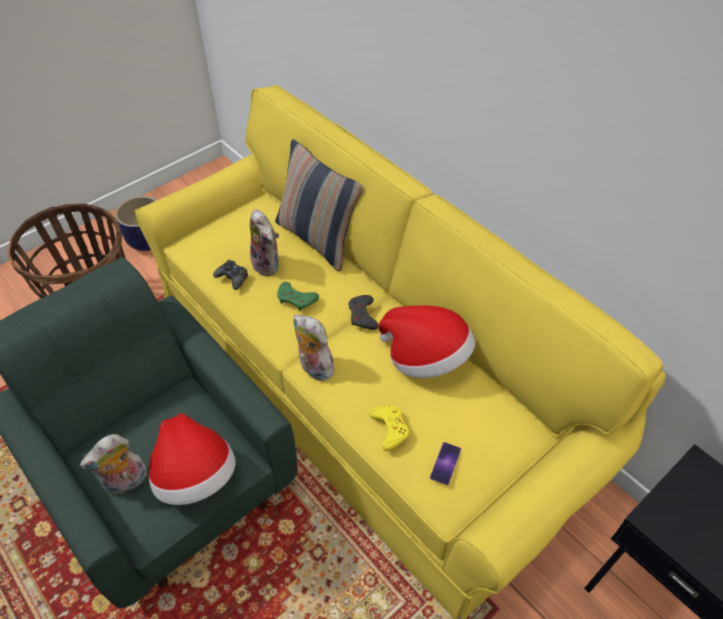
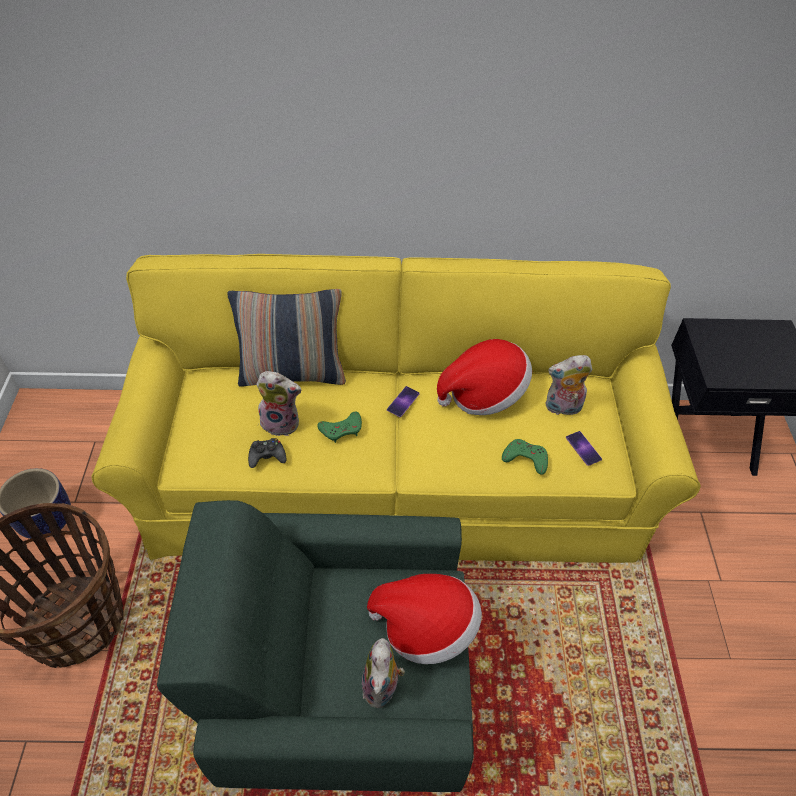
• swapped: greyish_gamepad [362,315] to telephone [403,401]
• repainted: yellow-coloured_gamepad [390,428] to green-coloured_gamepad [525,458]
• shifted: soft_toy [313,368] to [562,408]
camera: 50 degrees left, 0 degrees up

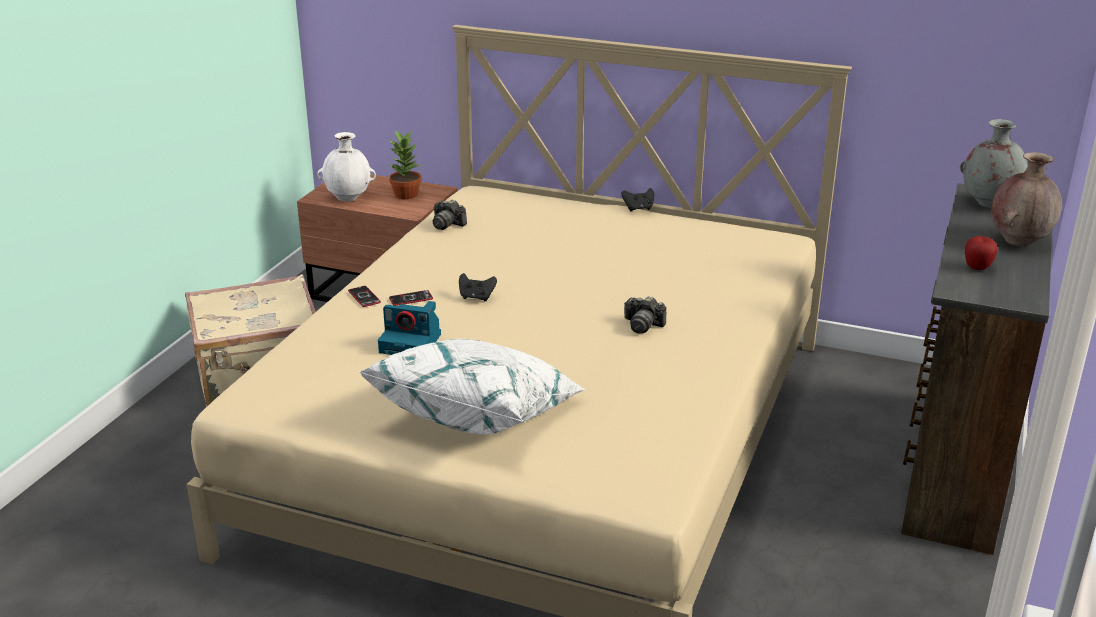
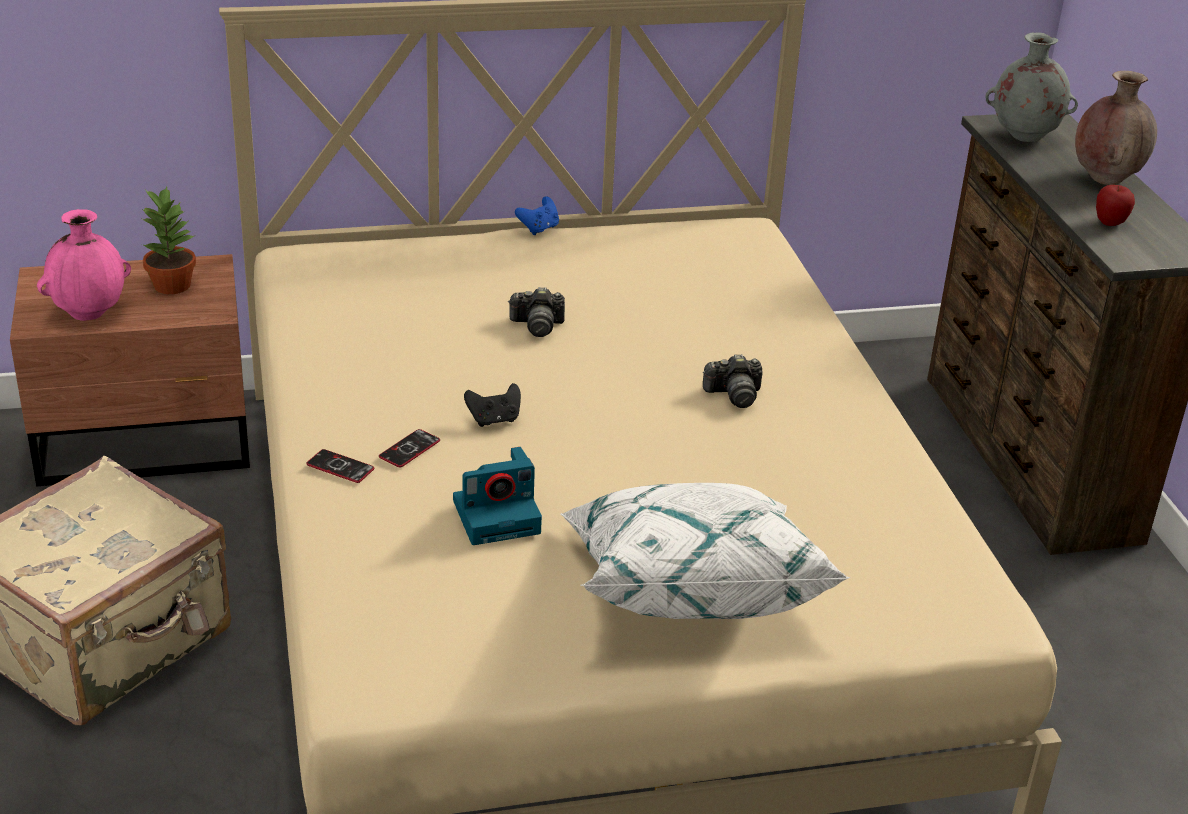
• repainted: white_decorative_vase [348,198] to pink_decorative_vase [90,314]
• shifted: still_camera [447,224] to [537,325]
• repainted: black-coloured_gamepad [638,209] to blue-coloured_gamepad [539,229]
camera: 35 degrees left, 5 degrees up

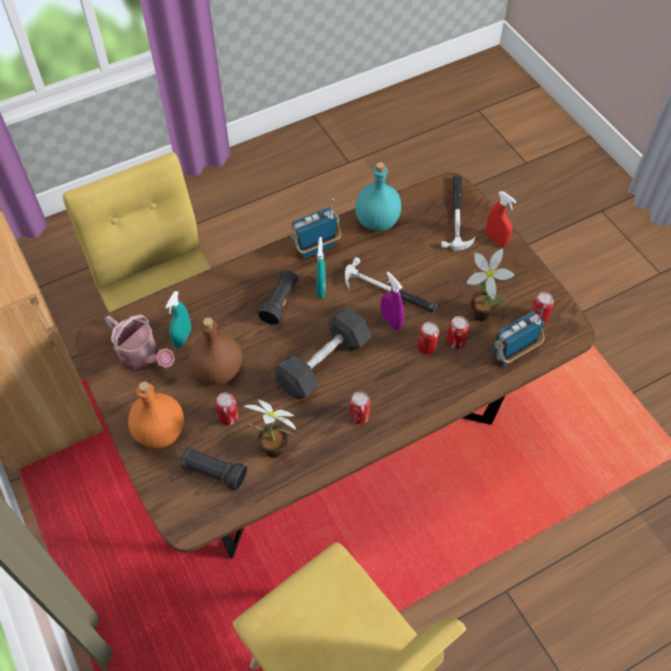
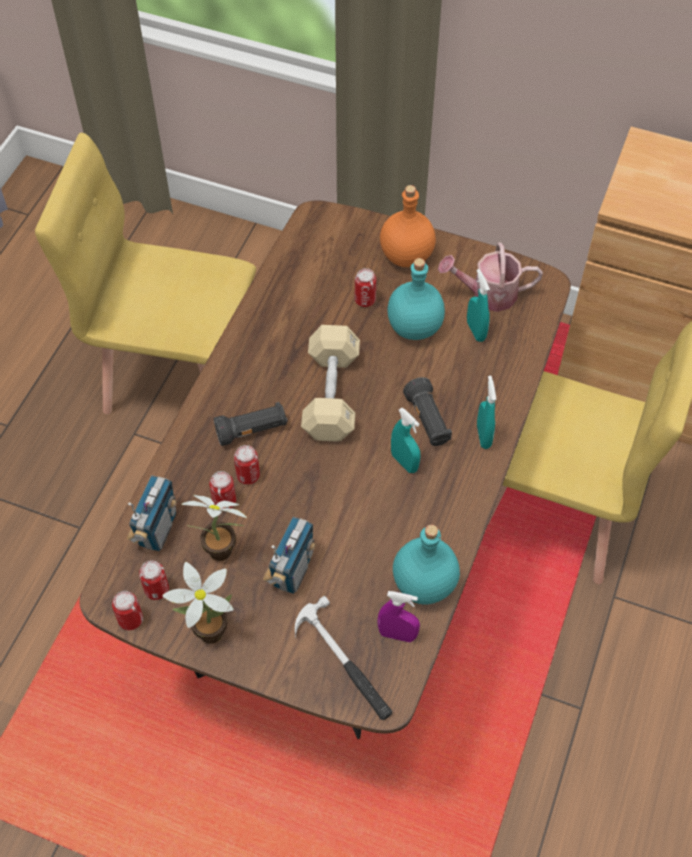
• shifted: can [359,416] to [130,619]
• shifted: plant_in_a_pot [277,451] to [206,631]
• shifted: black-coloured_flashlight [214,472] to [252,431]
• shifted: radio_receiver [316,248] to [292,571]
• repainted: black-coloured_hand_weight [323,363] to beige_hand_weight [331,395]
• shifted: purplish_hand_sprayer [391,321] to [397,635]
• repainted: brown-coloured_beverage_bottle [218,371] to turquoise_beverage_bottle [413,327]
• new: turquoise_hand_sprayer [483,436]
• gone: tool_hammer [389,292]
• gone: red_hand_sprayer [496,239]
camera: 140 degrees right, 0 degrees up

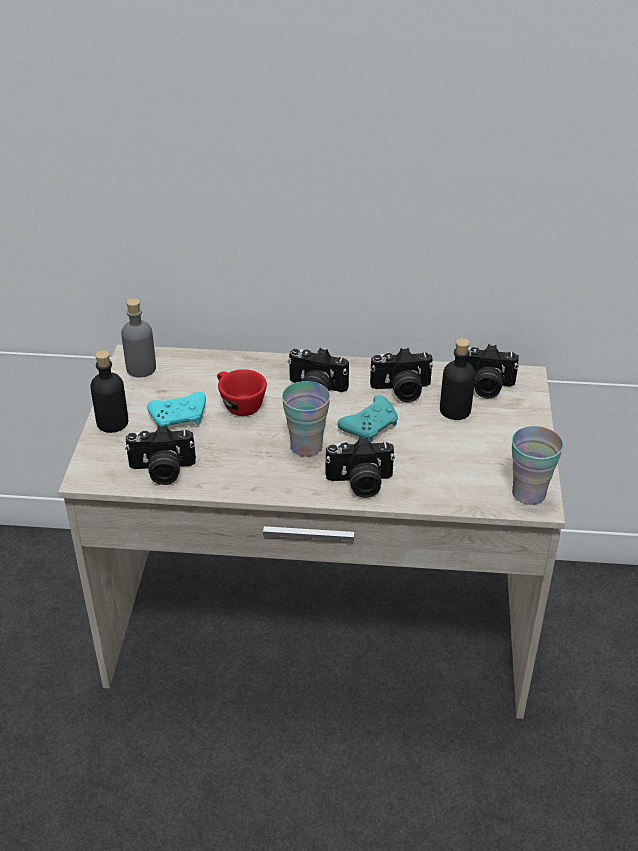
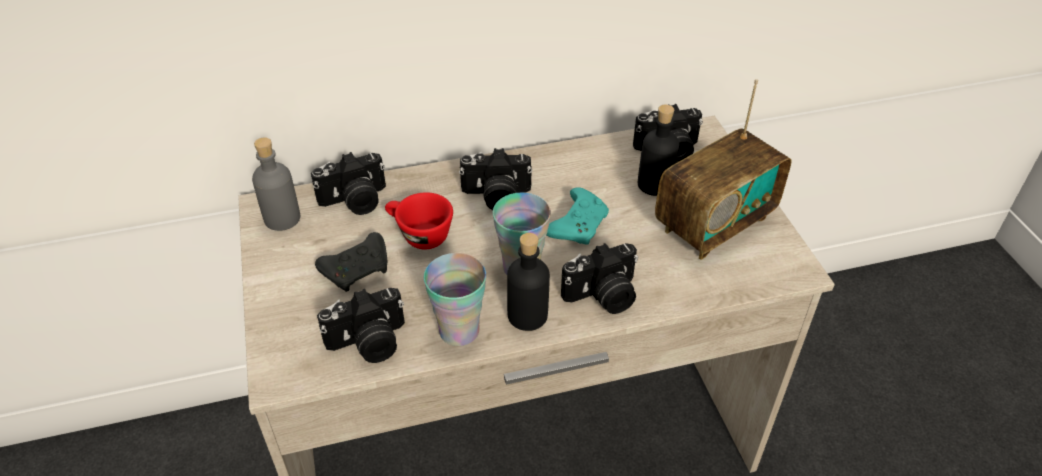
• shifted: still_camera [401,390] to [355,201]
• repainted: turquoise_gamepad [180,418] to black-coloured_gamepad [358,270]
• shifted: cup [528,494] to [459,331]
• shifted: black-coloured_beverage_bottle [112,422] to [527,315]
• new: radio_receiver [714,224]
camera: 20 degrees left, 5 degrees up

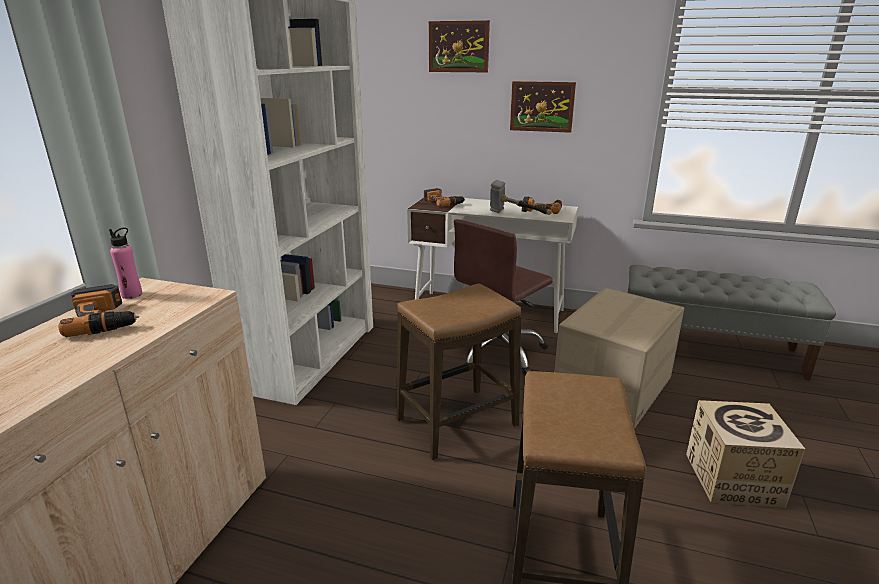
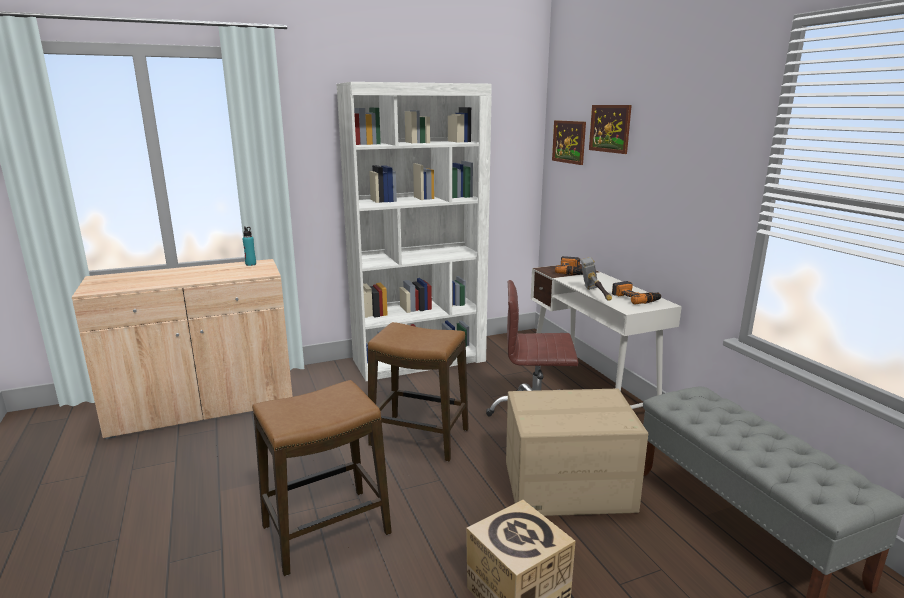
• repainted: pink_beverage_bottle [132,295] to turquoise_beverage_bottle [251,264]
• shifted: picture [542,106] to [569,142]
• gone: electric_drill [105,319]
camera: 50 degrees right, 5 degrees down

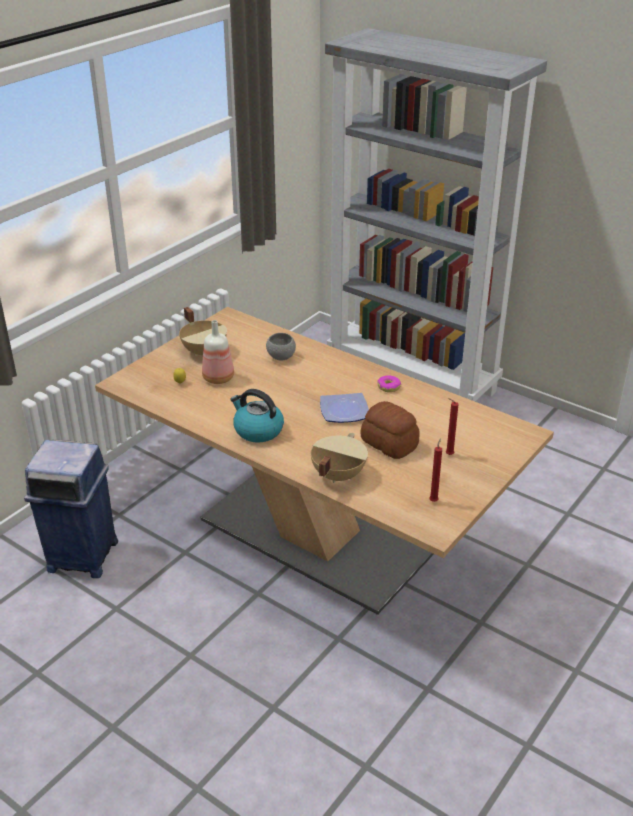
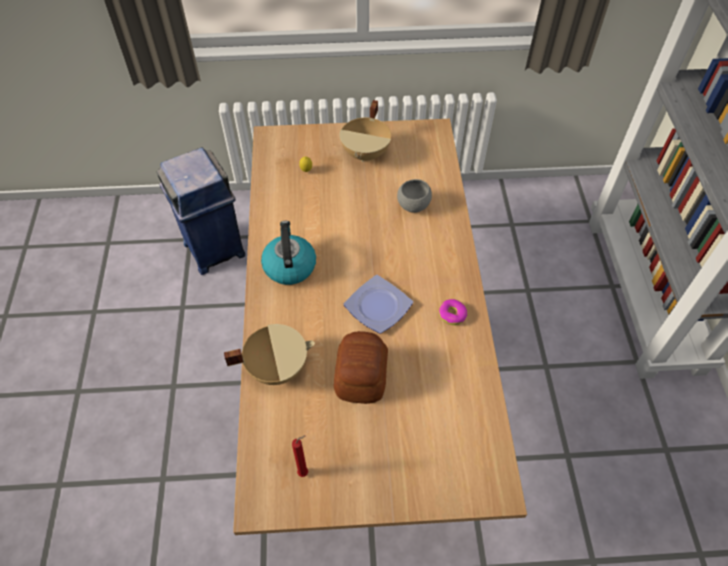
• gone: beverage_bottle [218,377]
• gone: red_candle [448,454]
camera: 50 degrees right, 20 degrees up

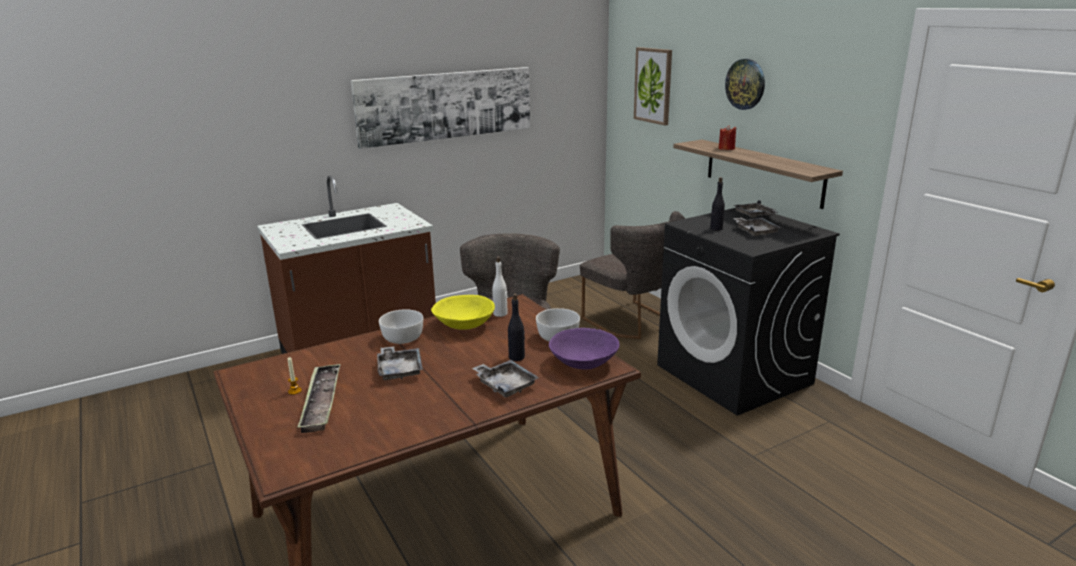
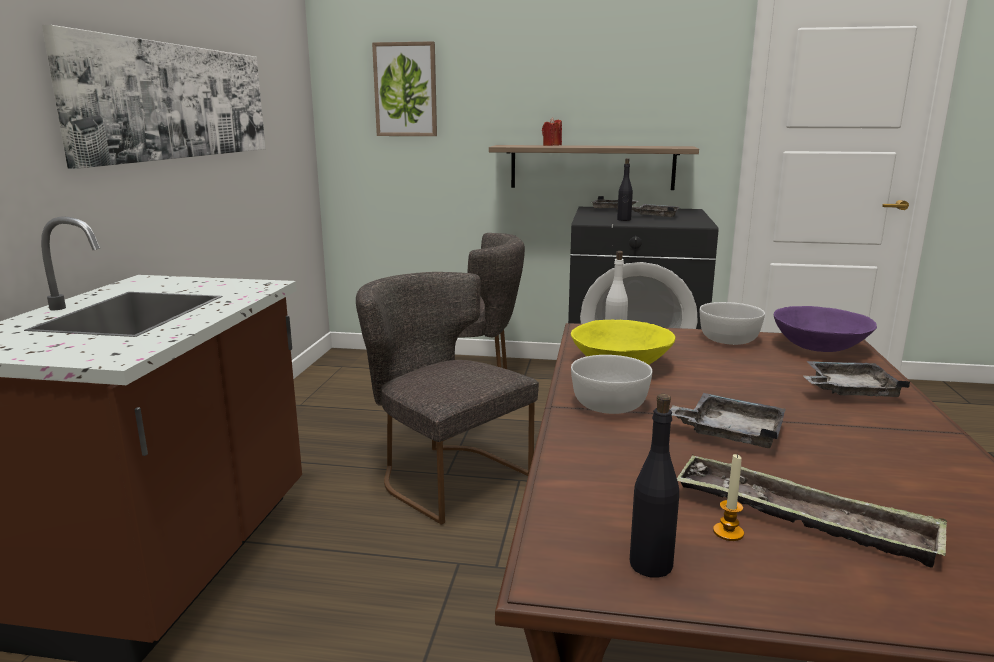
• shifted: black-coloured_beverage_bottle [517,357] to [651,564]
• gone: clock_on_the_wall [745,84]
camera: 50 degrees left, 5 degrees down

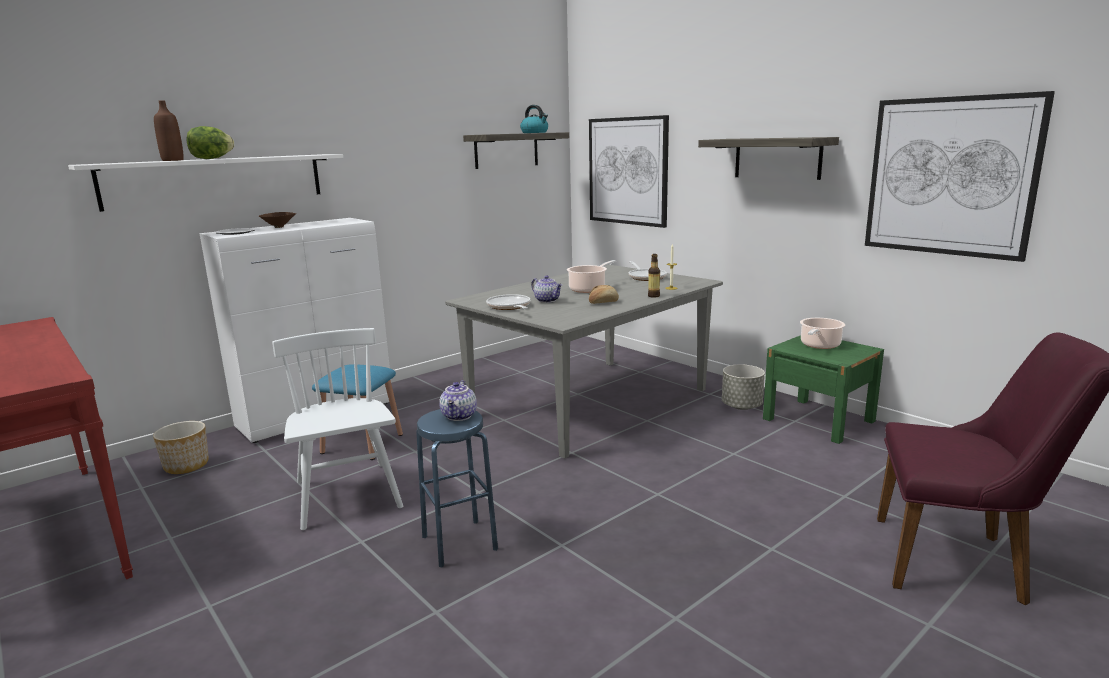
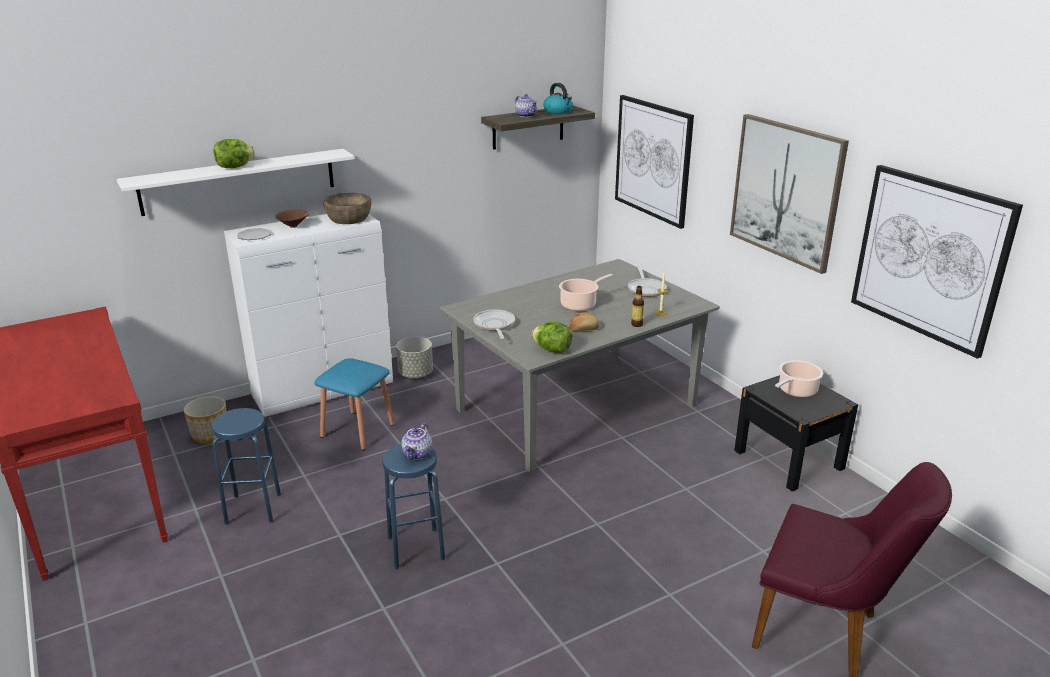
• new: blue-coloured_stool_seat [253,508]
• new: brown-coloured_deep_dish [348,218]
• shifted: greyish_planter [742,406] to [416,374]
• shifted: tea_pot [547,300] to [526,115]
• new: lettuce_head [552,350]
• swapped: shelf [777,158] to picture [786,191]
• repainted: green-coloured_nightstand [818,420] to black-coloured_nightstand [788,459]
• gone: brown-coloured_beverage_bottle [172,160]
• gone: white_upright_chair [347,495]
camera: 10 degrees right, 10 degrees up

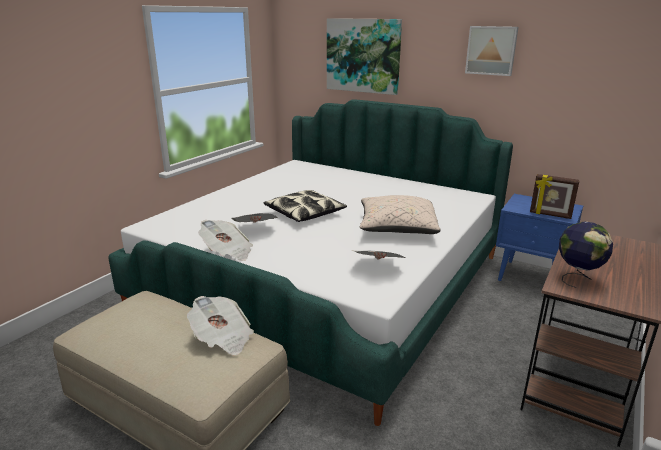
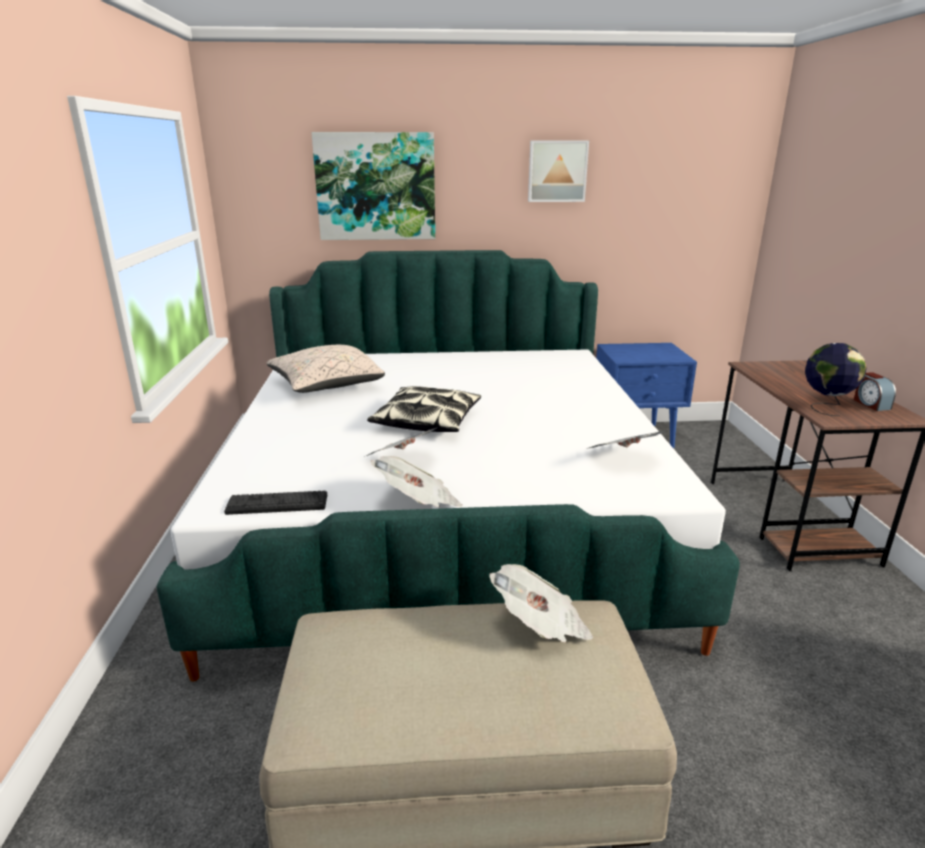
• new: keyboard [277,504]
• shifted: beige_cushion [397,228] to [326,386]
• new: alarm_clock [870,404]
• gone: standing_frame [550,215]
camera: 35 degrees left, 0 degrees up

